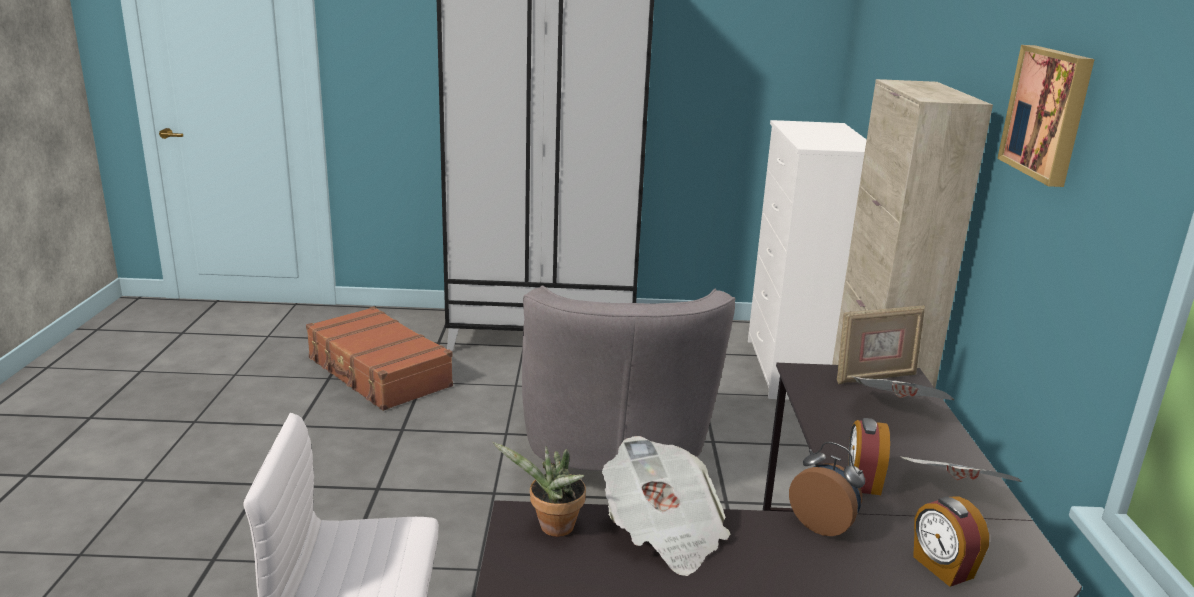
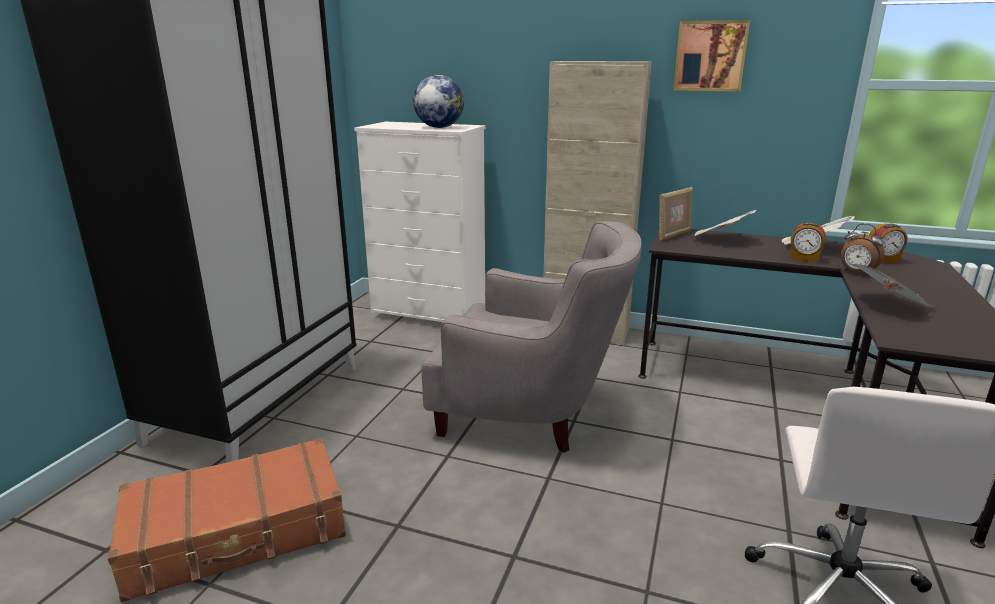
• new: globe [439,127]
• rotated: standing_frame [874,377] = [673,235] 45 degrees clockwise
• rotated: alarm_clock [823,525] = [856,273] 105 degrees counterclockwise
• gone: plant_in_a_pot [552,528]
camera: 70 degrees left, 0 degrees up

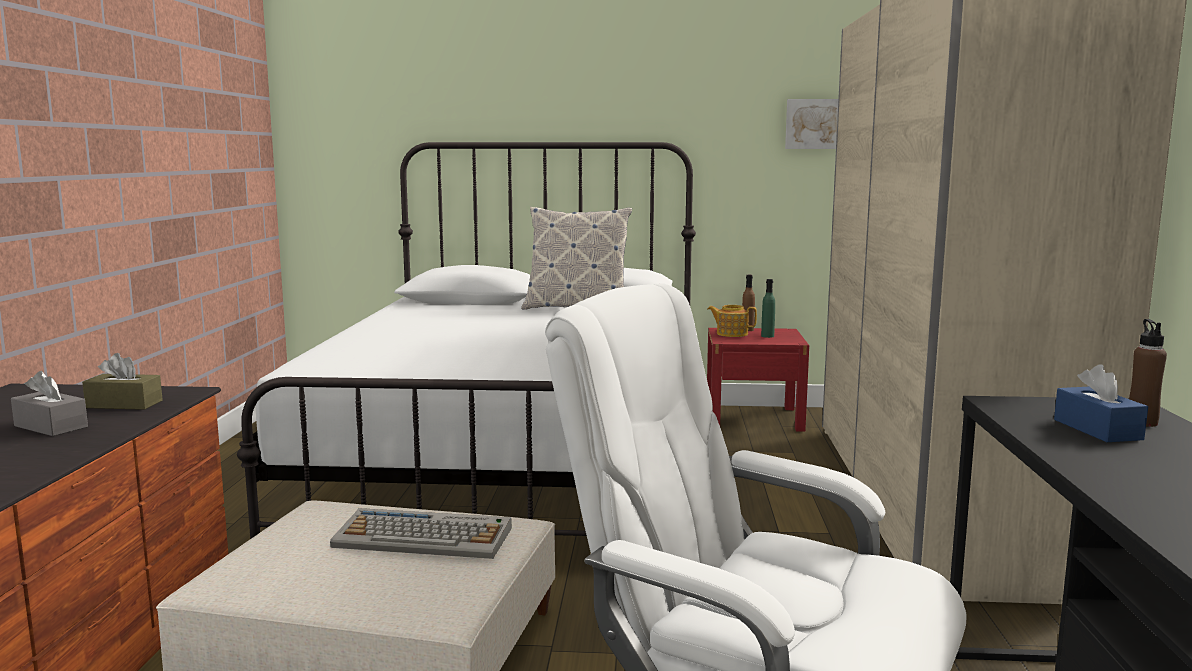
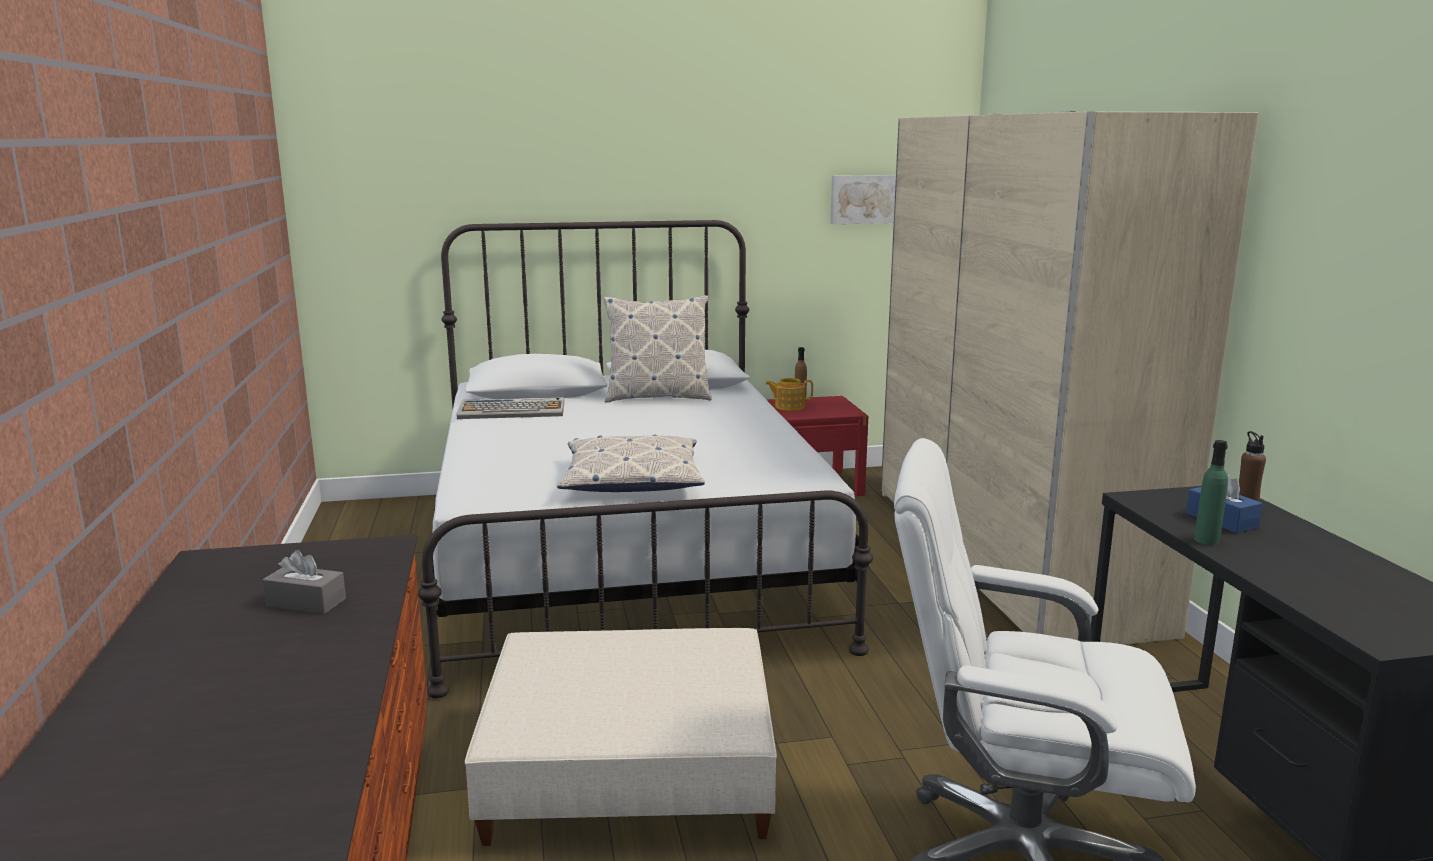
• shifted: keyboard [425,537] to [513,411]
• new: cushion [632,480]
• shifted: green-coloured_beverage_bottle [767,336] to [1206,540]
• gone: brown-coloured_box_of_tissues [124,404]
camera: 15 degrees left, 5 degrees up

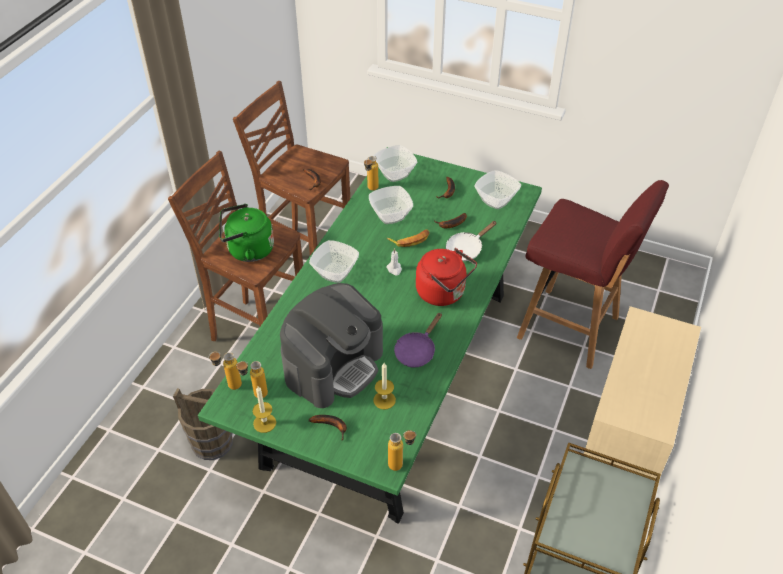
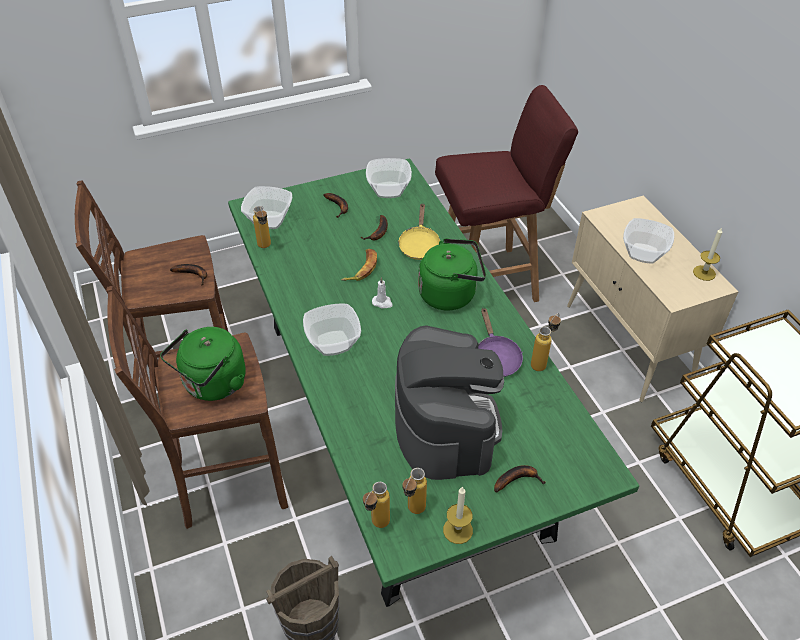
• repainted: white_skillet [466,249] to yellow-coloured_skillet [419,245]
• repainted: red_kettle [443,293] to green-coloured_kettle [450,294]
• shifted: beverage_bottle [401,465] to [542,362]
• shifted: deep_dish [391,215] to [643,253]
• shifted: candle [384,400] to [704,273]
camera: 45 degrees left, 0 degrees up

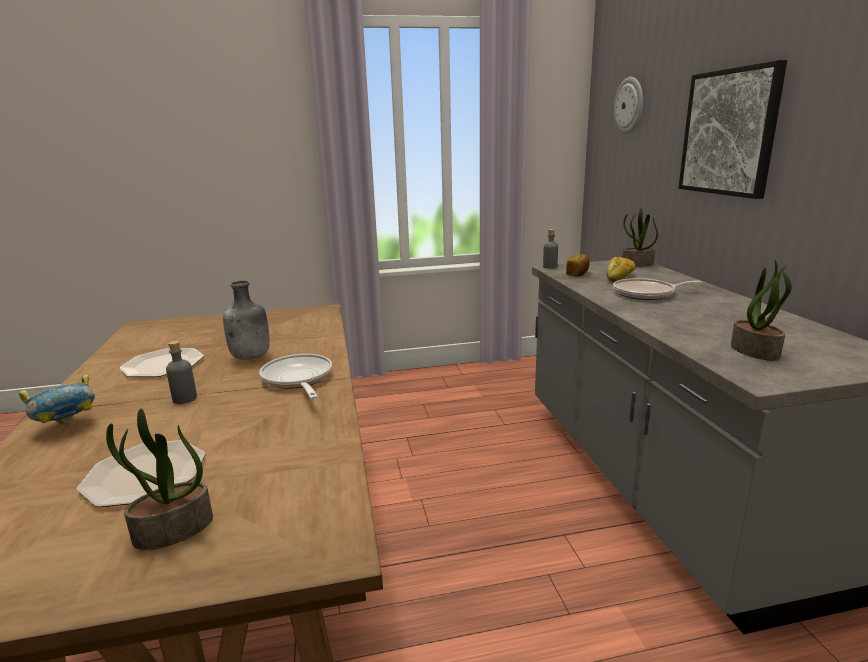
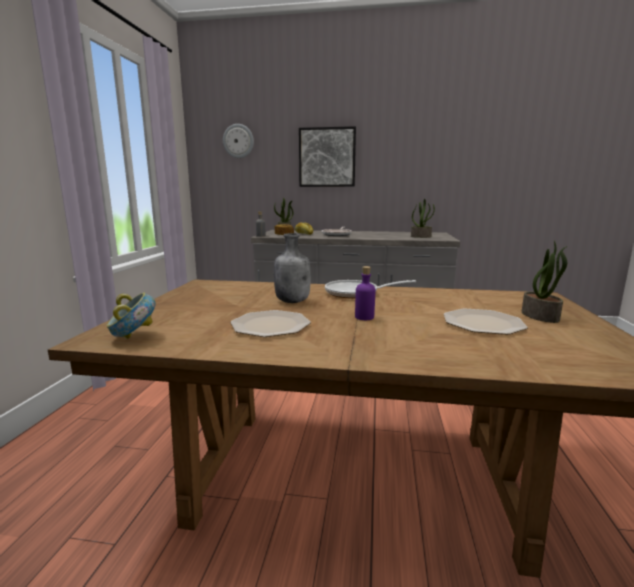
• shifted: deep_dish [68,426] to [134,337]
• repainted: greyish_beverage_bottle [185,398] to purplish_beverage_bottle [364,317]
camera: 70 degrees left, 5 degrees down

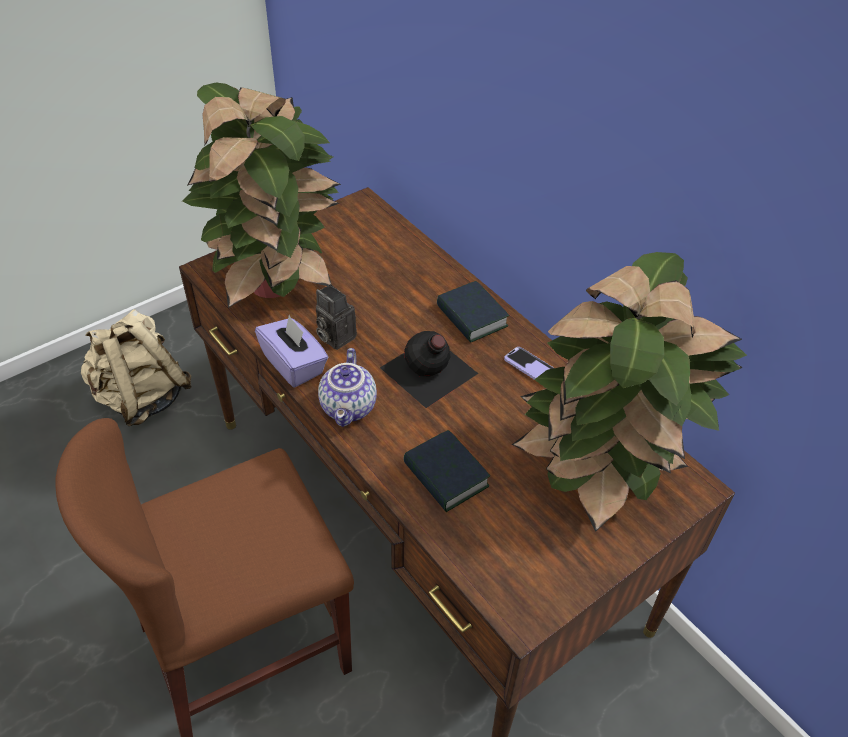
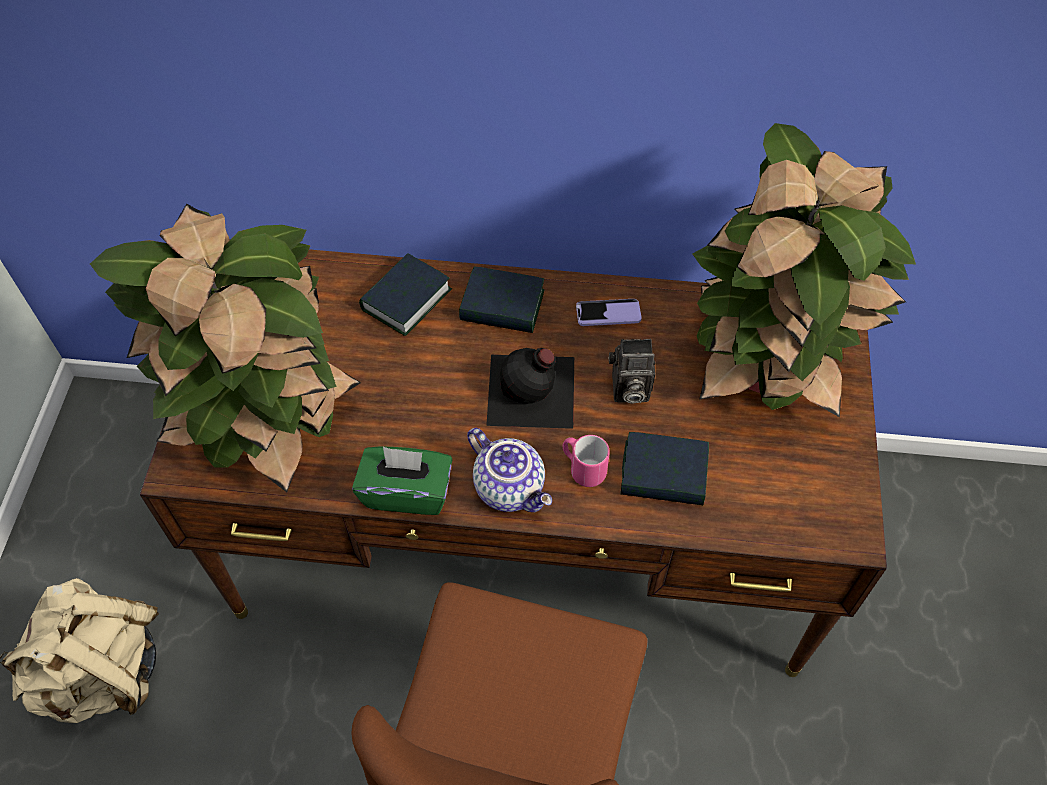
• repainted: purplish_box_of_tissues [294,365] to green-coloured_box_of_tissues [407,492]
• new: volume [406,299]
• new: pink_tea_mug [583,469]
• shifted: still_camera [334,336] to [628,390]
camera: 45 degrees left, 10 degrees up

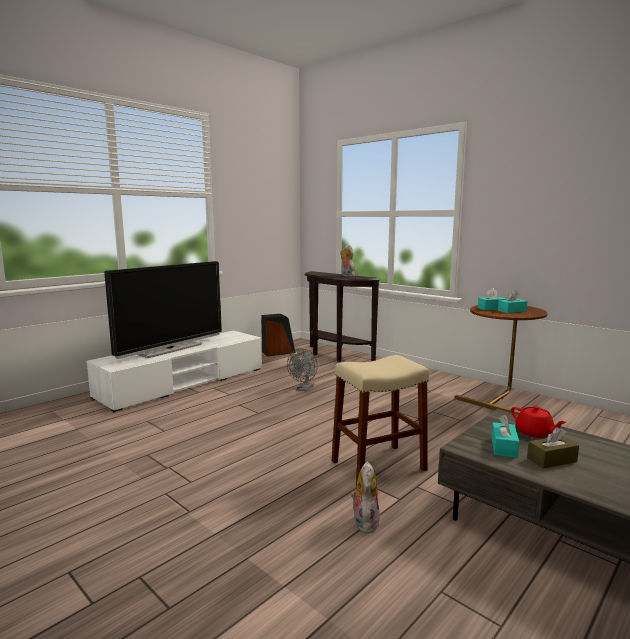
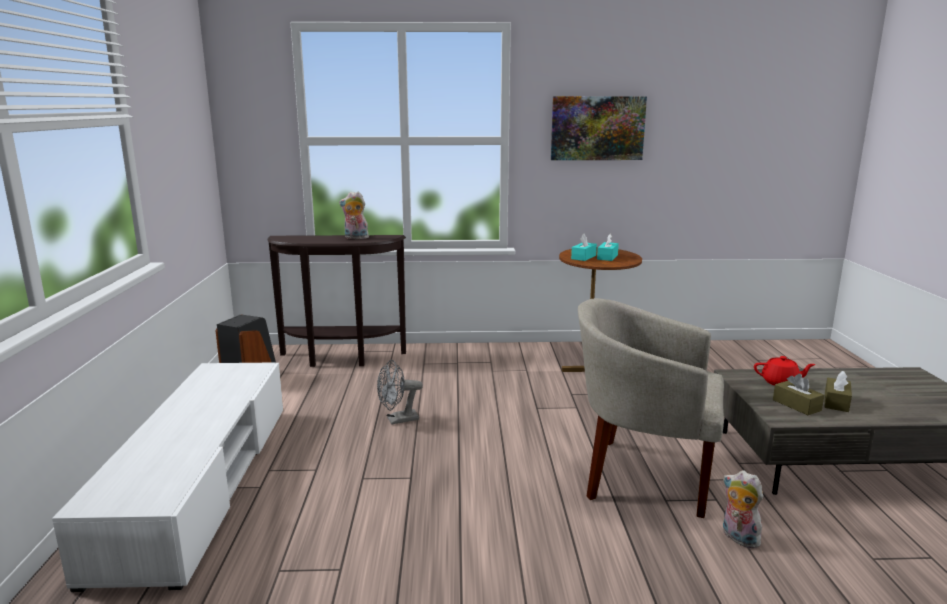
• rotated: greyish_electric_fan [304,389] = [398,420] 90 degrees clockwise
• new: picture [597,128]
• swapped: beige_stool_seat [378,466] to beige_armchair [642,476]
• repainted: turquoise_box_of_tissues [504,447] to brown-coloured_box_of_tissues [796,405]
• gone: television [170,349]
camera: 45 degrees left, 5 degrees up

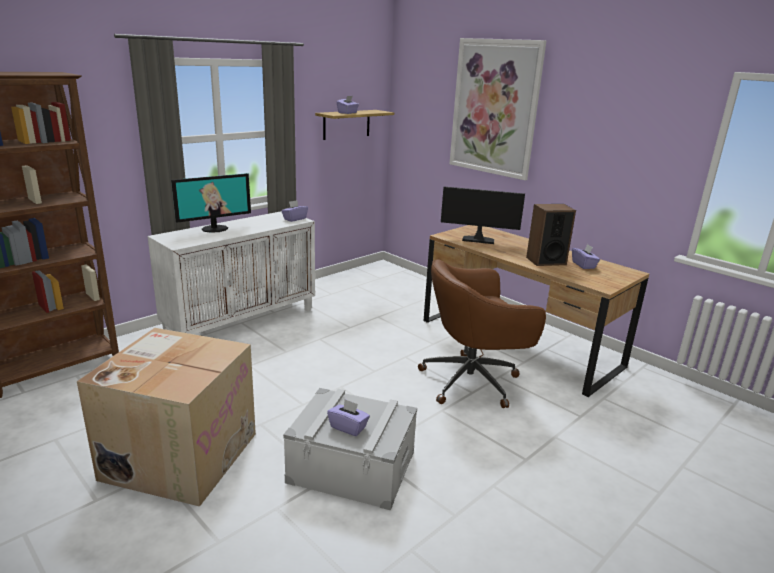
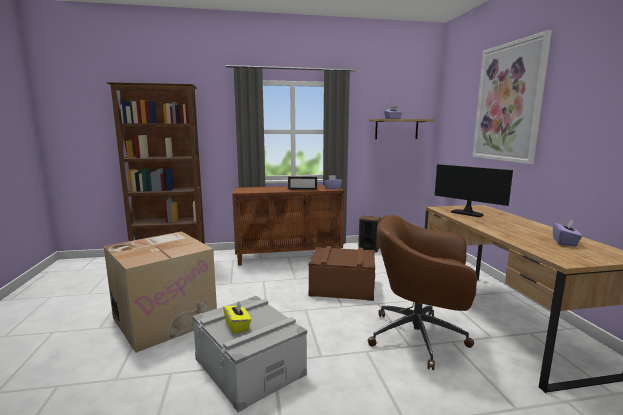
• repainted: purplish_box_of_tissues [348,427] to yellow-coloured_box_of_tissues [237,326]
• repainted: white_storage_cabinet [242,321] to brown-coloured_storage_cabinet [289,256]
• new: standing_frame [302,189]
• new: brown-coloured_storage_container [342,287]
• shifted: speaker [545,261] to [369,249]
• gone: computer_screen [214,228]
camera: 35 degrees right, 10 degrees down

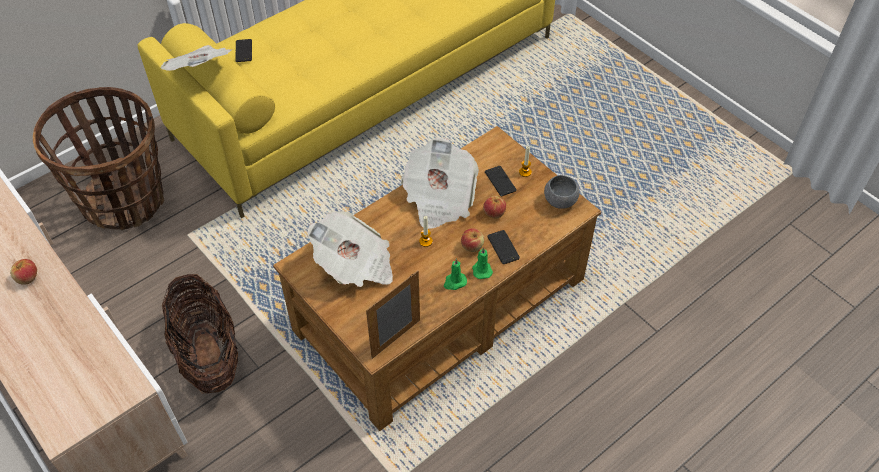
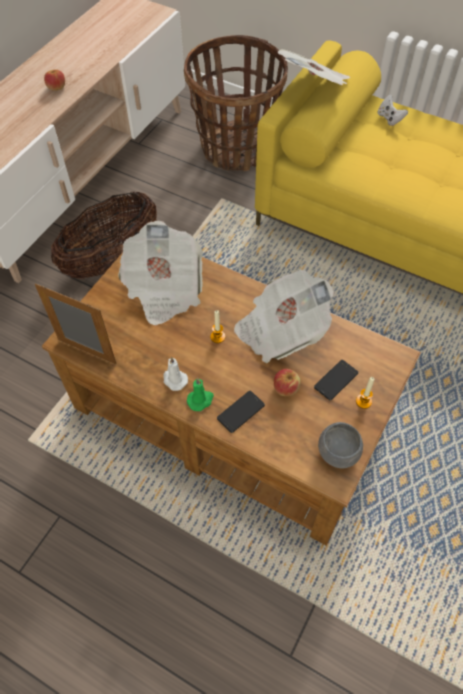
• repainted: green-coloured_candle [454,282] to white_candle [174,379]
• swapped: telephone [243,51] to white_gamepad [389,118]
• gone: whole_apple [472,246]
camera: 70 degrees right, 5 degrees up

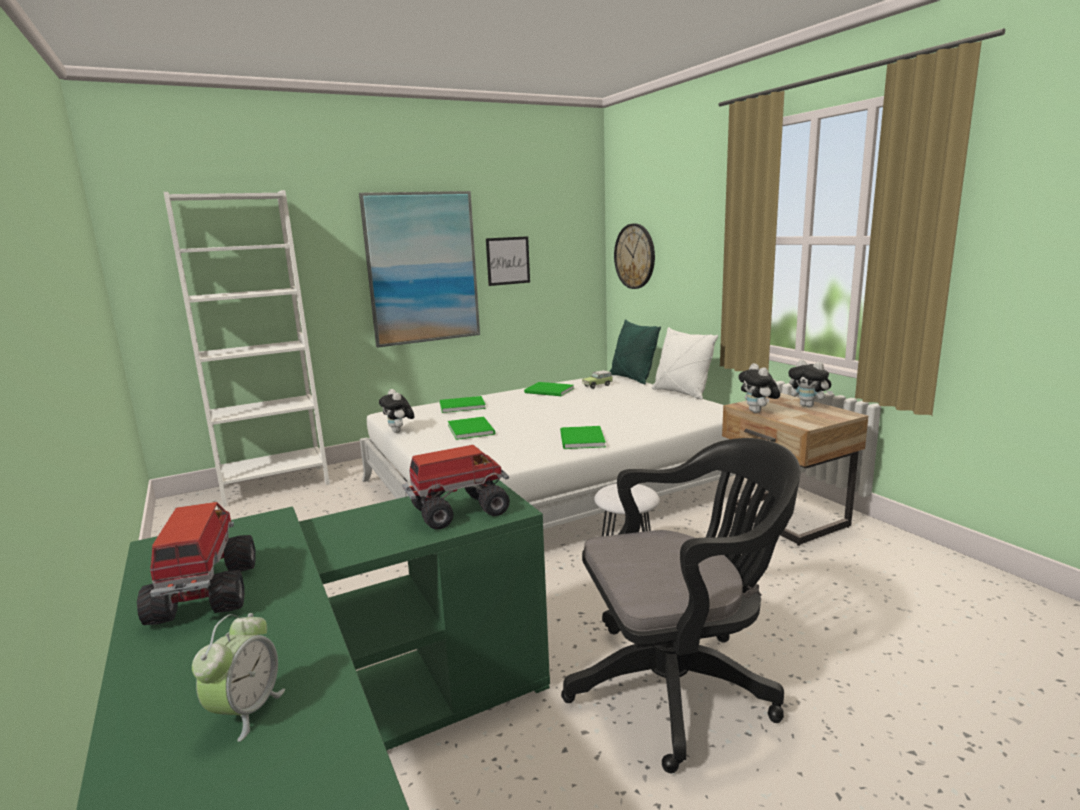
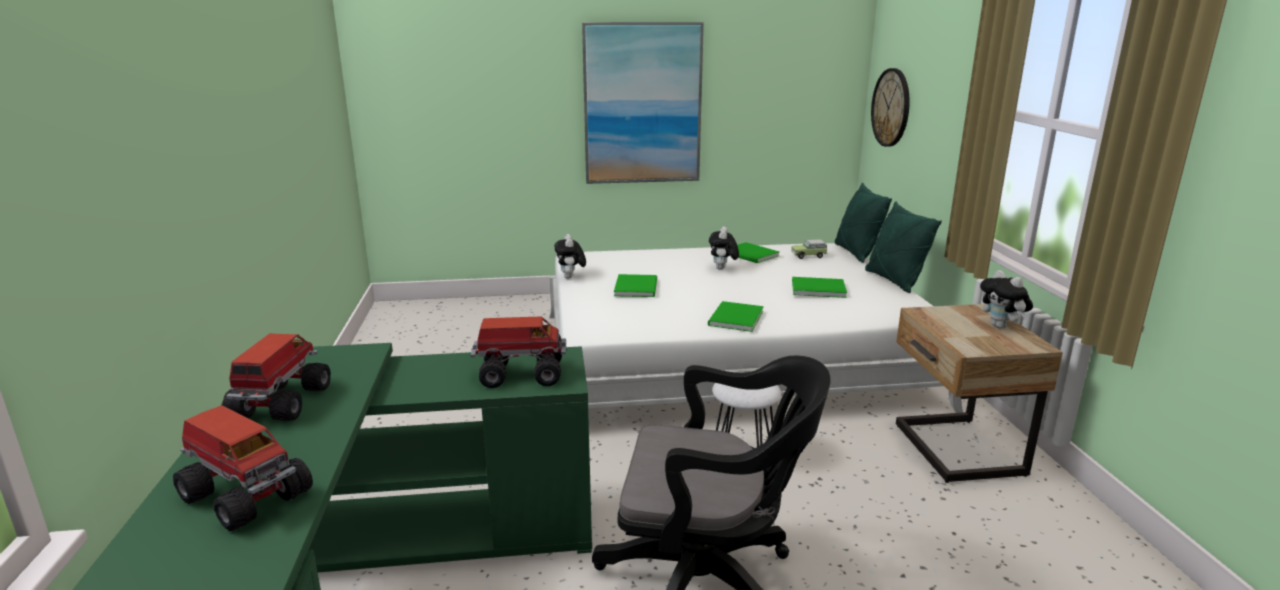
• swapped: alarm_clock [246,711] to model_truck [245,495]
• shifted: soft_toy [758,412] to [722,269]
• shifted: green-coloured_volume [460,406] to [816,288]
• repainted: white_cushion [681,393] to green-coloured_cushion [894,281]
• gone: white_bookshelf [275,485]
• gone: picture [508,261]
camera: 20 degrees right, 5 degrees up

